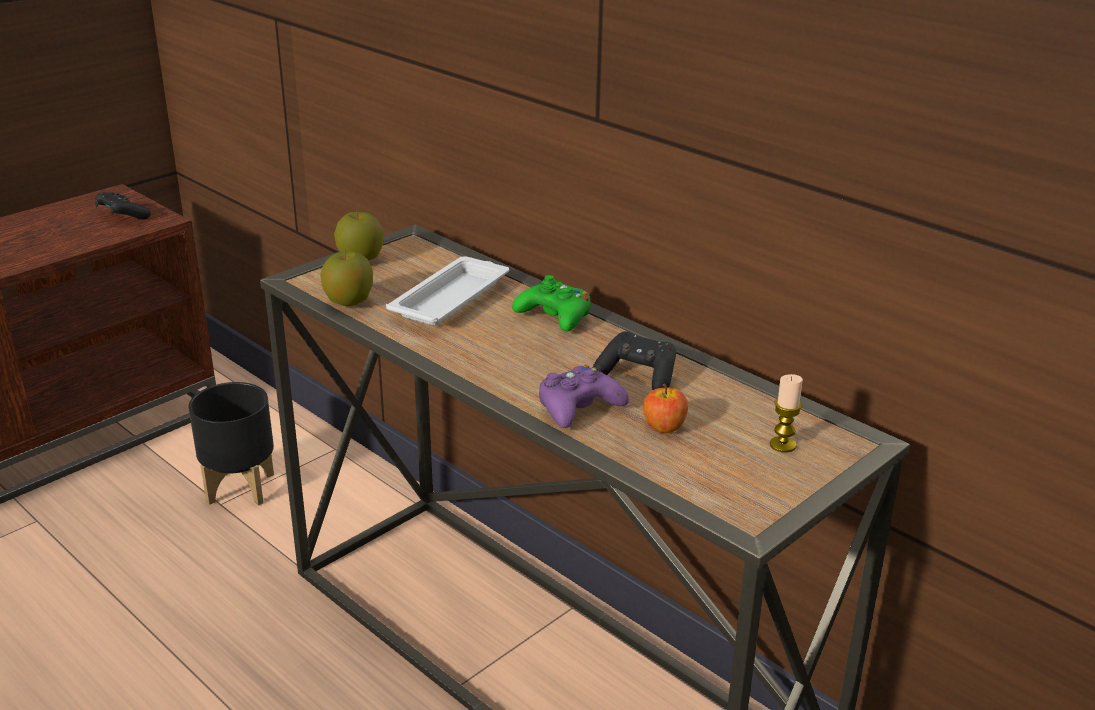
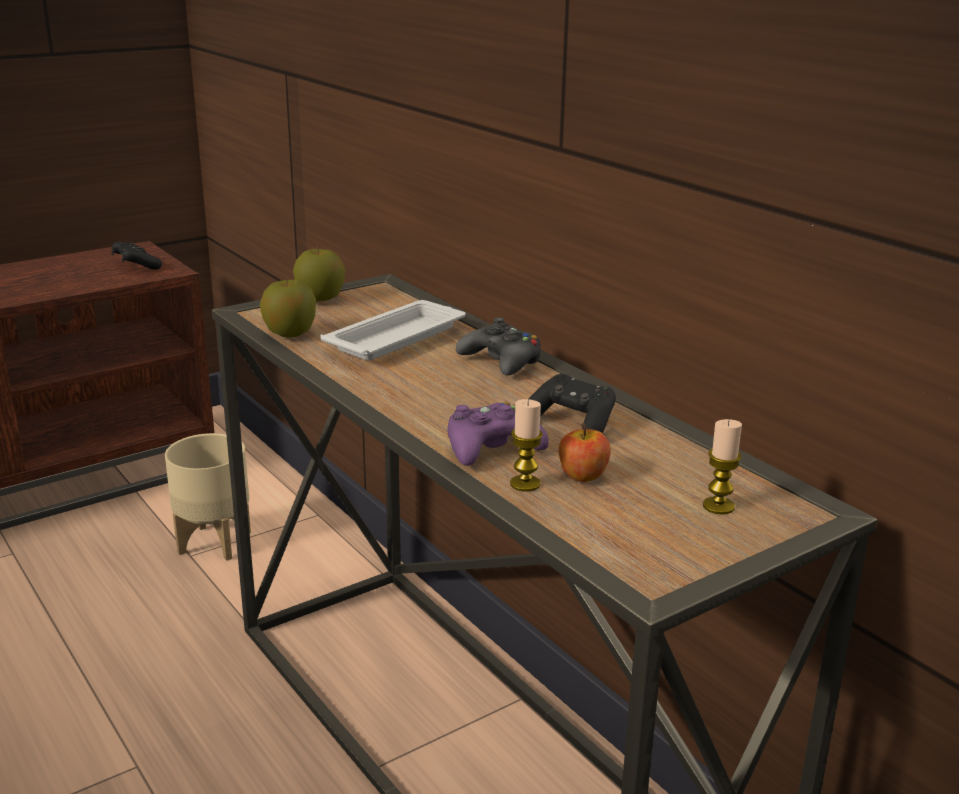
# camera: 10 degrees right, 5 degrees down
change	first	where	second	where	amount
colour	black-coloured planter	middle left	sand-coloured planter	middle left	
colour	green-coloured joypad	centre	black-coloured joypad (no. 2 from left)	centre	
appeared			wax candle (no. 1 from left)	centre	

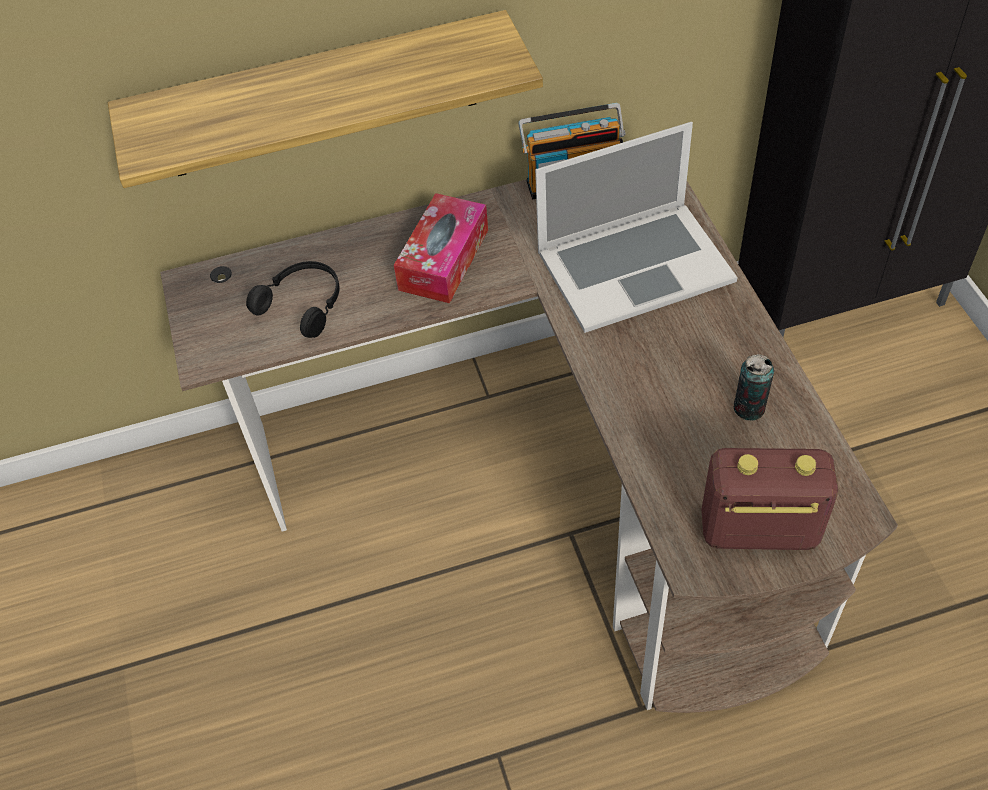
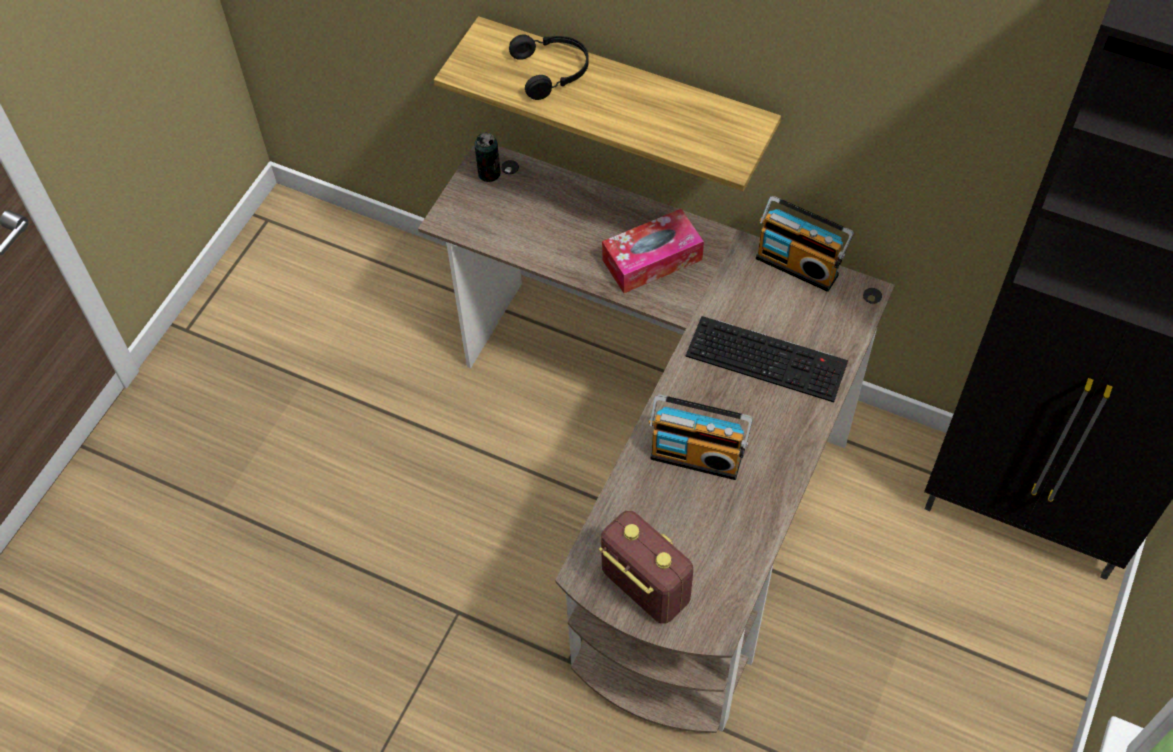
# camera: 40 degrees right, 5 degrees up
change	first	where	second	where	amount
relocated	sealed can	middle right		top centre	
relocated	black-coloured pair of headphones	middle left		top centre	
appeared			radio set (no. 2 from left)	centre	
exchanged	portable computer	top centre	PC keyboard	centre	

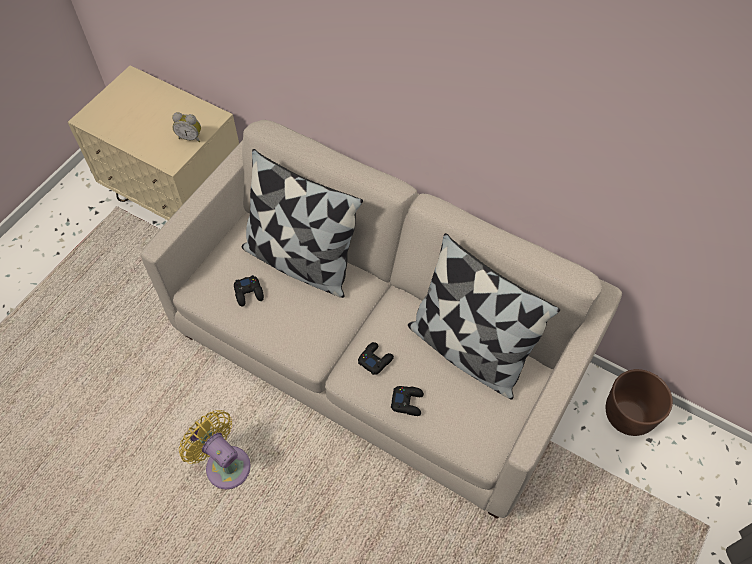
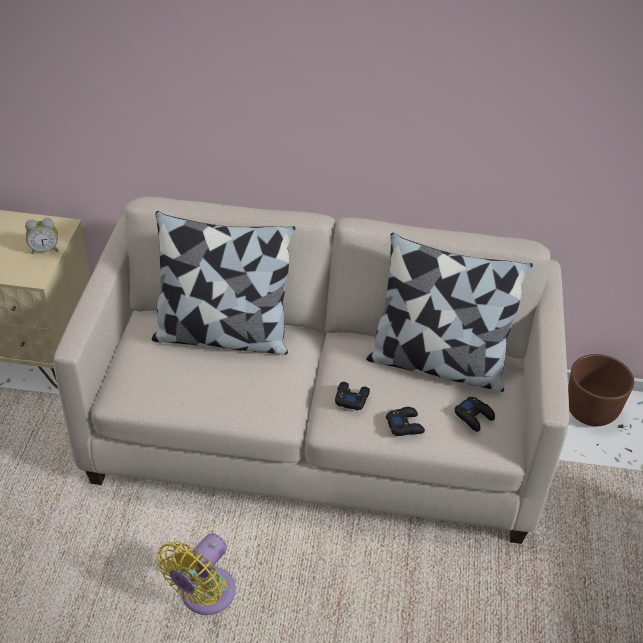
# camera: 25 degrees left, 15 degrees down
change	first	where	second	where	amount
spun	yellowish cooling fan	bottom left		bottom left	75 degrees counterclockwise
relocated	black-coloured joypad (no. 1 from left in the first image)	middle left	black-coloured joypad (no. 3 from left)	middle right	

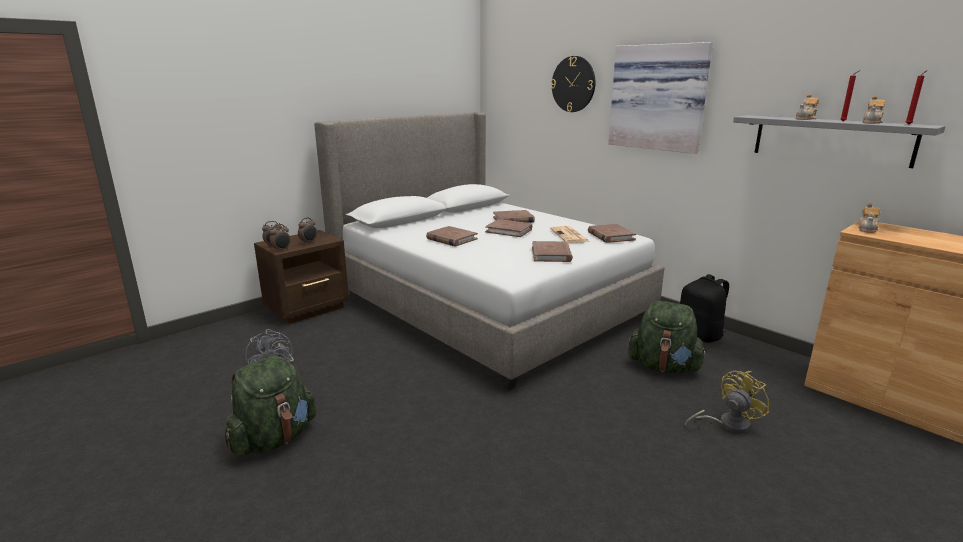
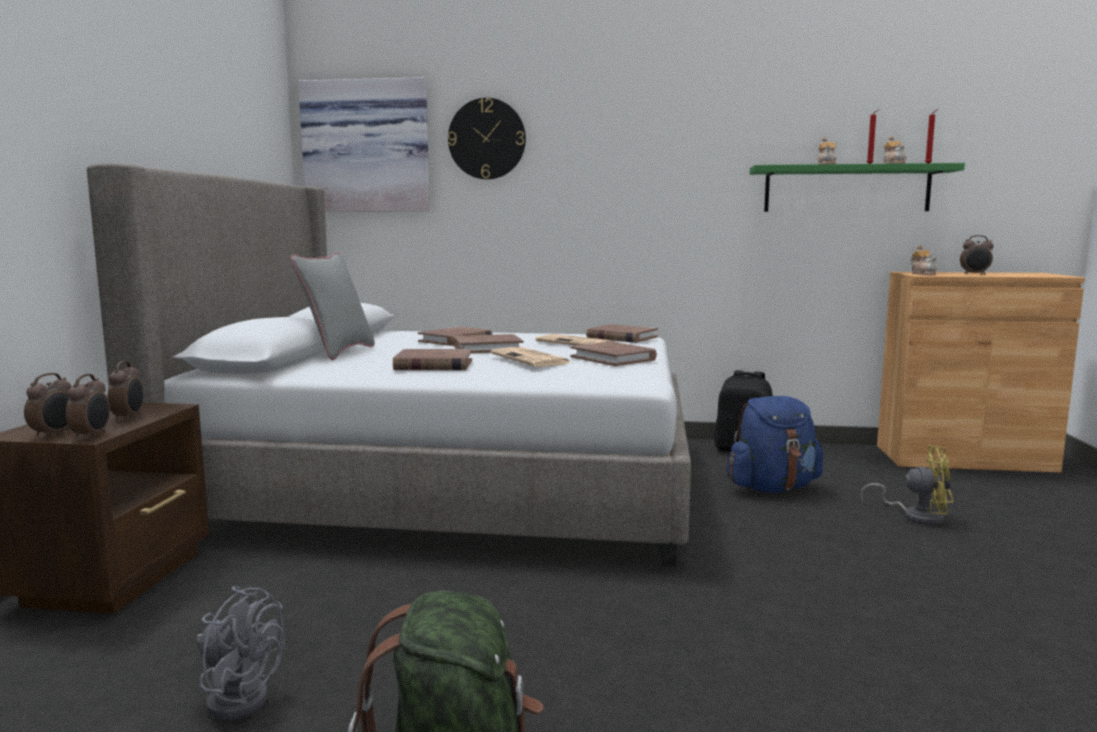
# camera: 40 degrees left, 10 degrees down
change	first	where	second	where	amount
appeared			gray pillow	middle left	
relocated	wall art	top right		top left	
appeared			printed paper (no. 1 from left)	centre	
colour	green-coloured rucksack (no. 2 from left)	middle right	blue rucksack	middle right	
colour	gray shelf	top right	green-coloured shelf	top right	
spun	yellowish cooling fan	bottom right		middle right	90 degrees clockwise
appeared			bedside clock (no. 4 from left)	middle right	

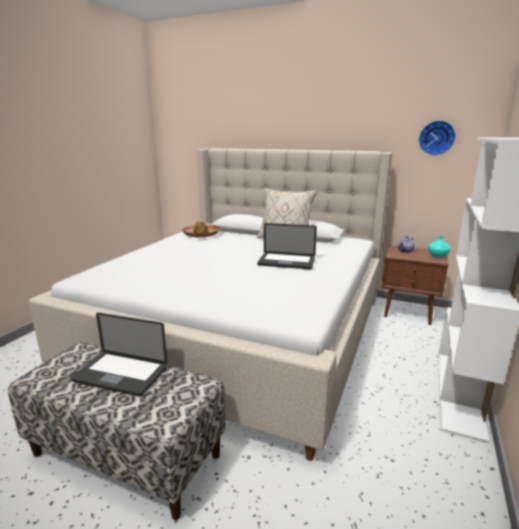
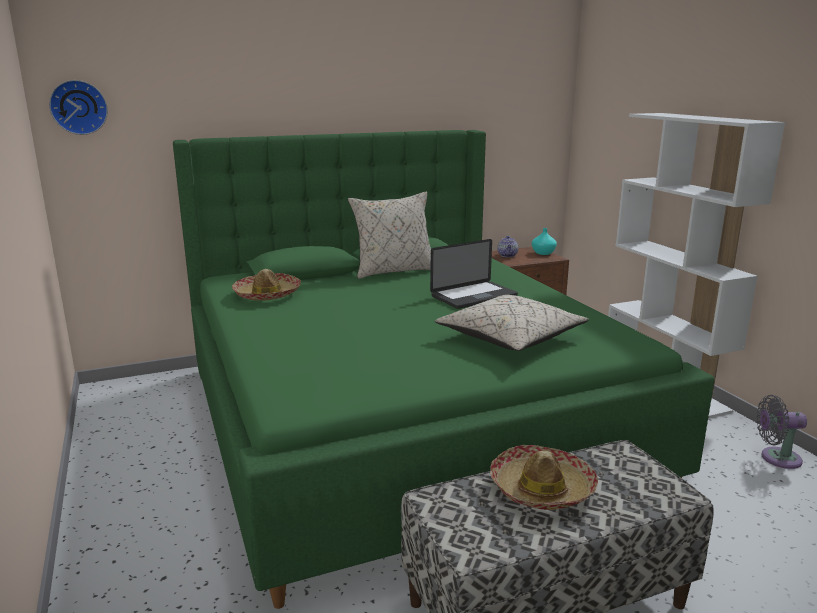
# camera: 45 degrees left, 0 degrees up
change	first	where	second	where	amount
relocated	hanging clock	top right		top left	
colour	sand-coloured sleeping bed	centre	green-coloured sleeping bed	centre	
appeared			sand-coloured pillow (no. 2 from left)	centre	
exchanged	portable computer (no. 1 from left)	bottom left	wearable hat (no. 2 from left)	bottom centre	
appeared			gray cooling fan	bottom right	

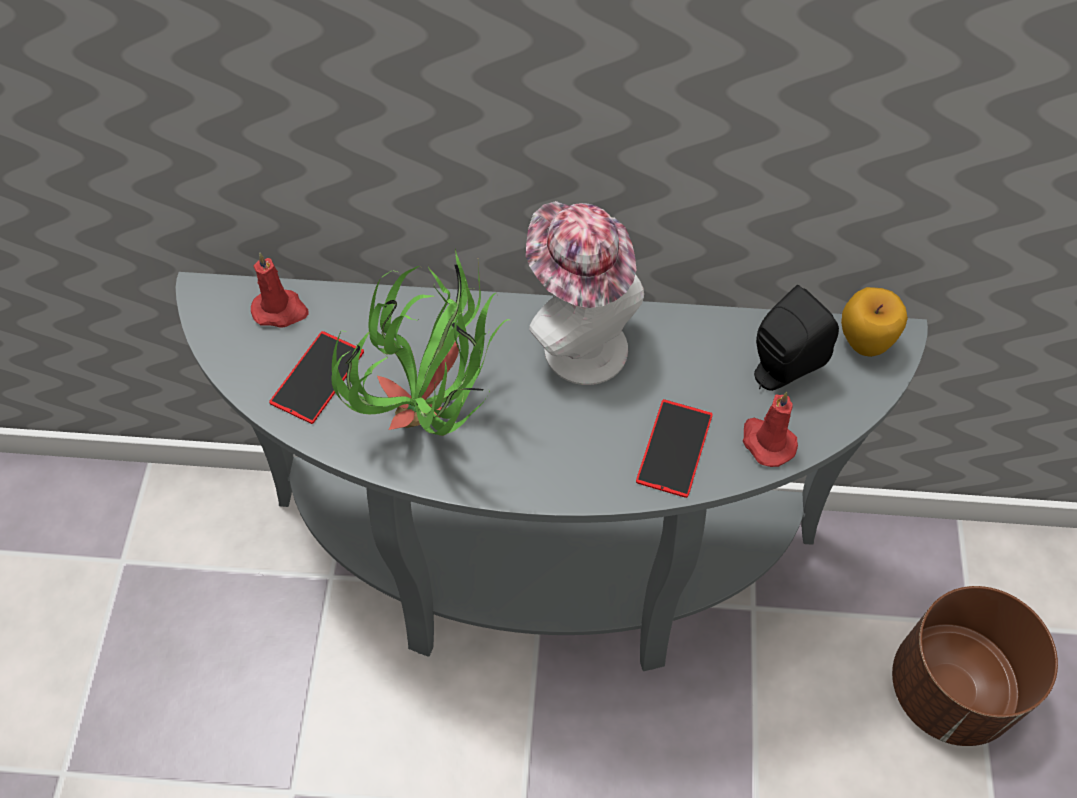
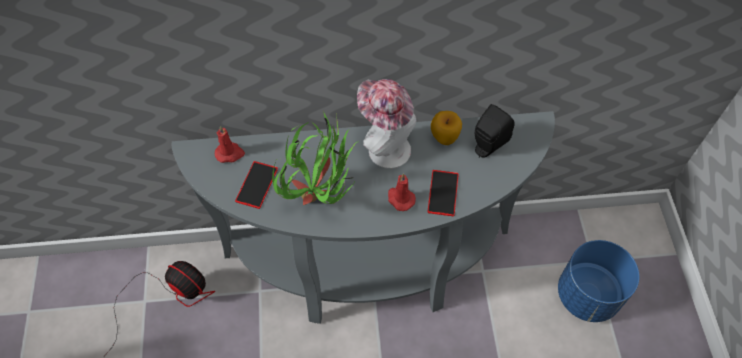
# camera: 10 degrees left, 0 degrees up
change	first	where	second	where	amount
appeared			cooling fan	bottom left	
relocated	reddish wax candle (no. 2 from left)	middle right		centre	
relocated	whole apple	middle right		centre	
colour	brown planter	bottom right	blue planter	bottom right	

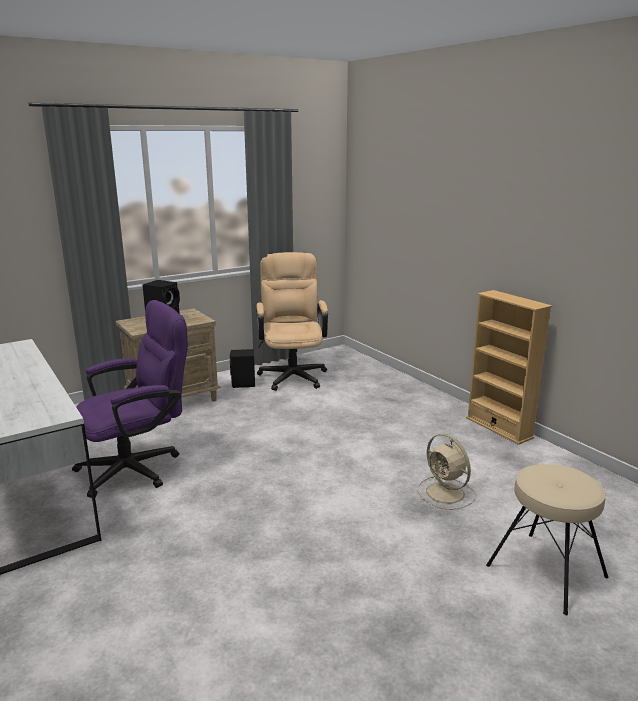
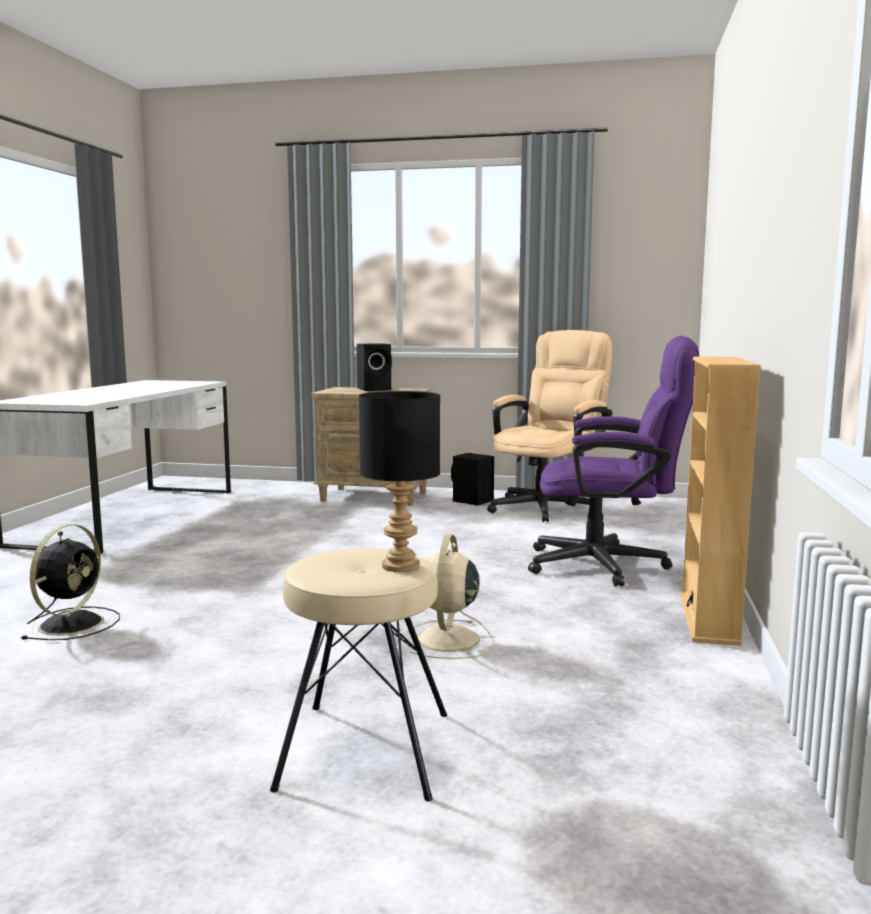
# camera: 45 degrees right, 10 degrees down
change	first	where	second	where	amount
appeared			black-coloured cooling fan	middle left	
appeared			black-coloured lamp for a table	centre	
relocated	purple office chair	middle left		middle right	

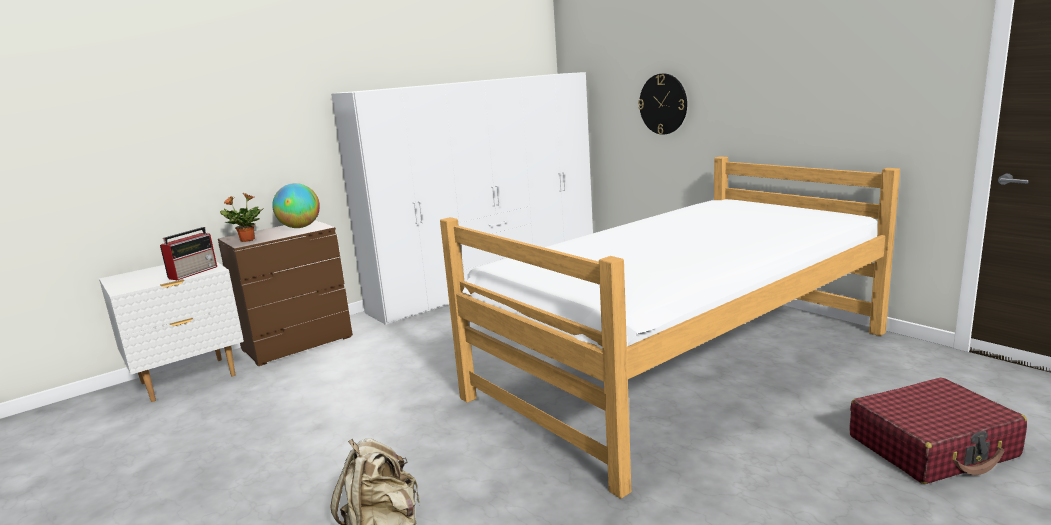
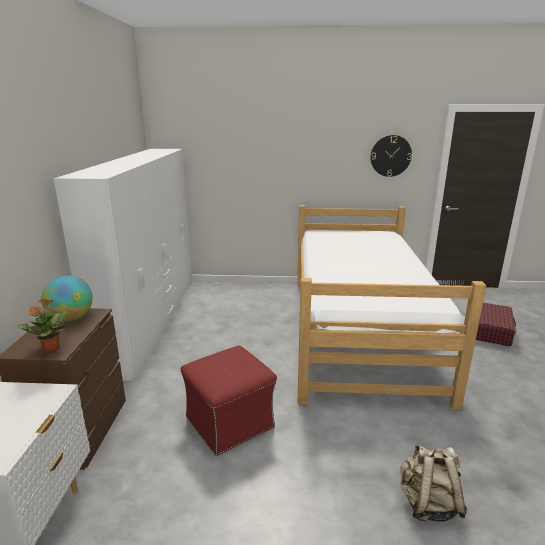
# camera: 50 degrees left, 5 degrees up
change	first	where	second	where	amount
appeared			reddish pouffe	bottom centre	
relocated	hanging clock	top centre		top right	
missing	radio set	middle left			

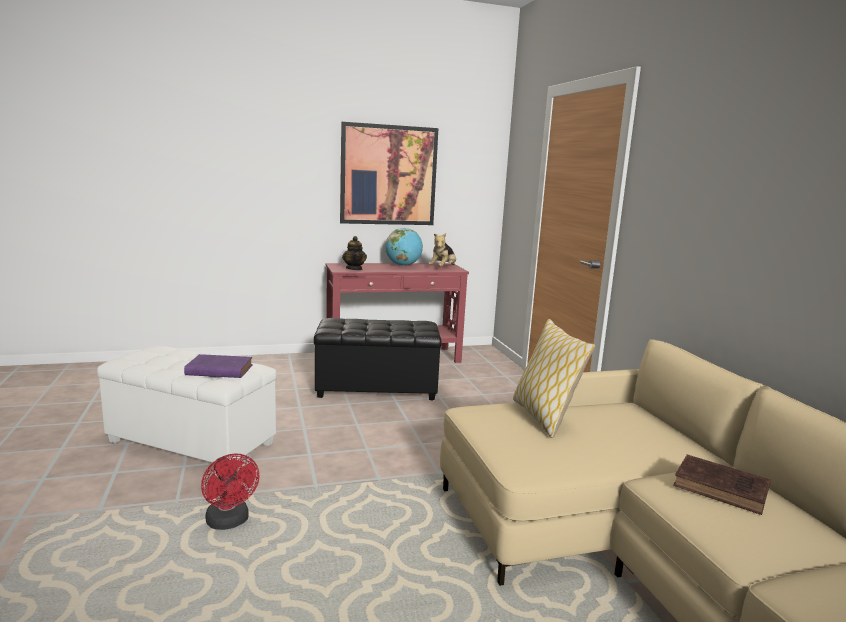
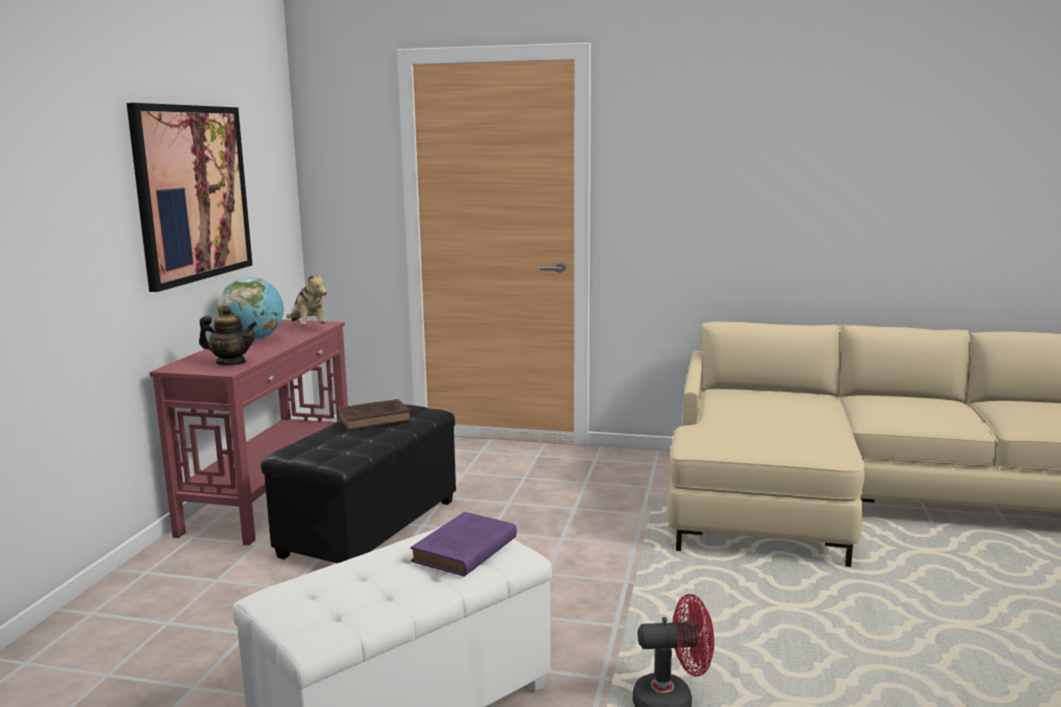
# camera: 60 degrees left, 0 degrees up
change	first	where	second	where	amount
relocated	brown bound book	bottom right		centre	
missing	pillow	centre			

